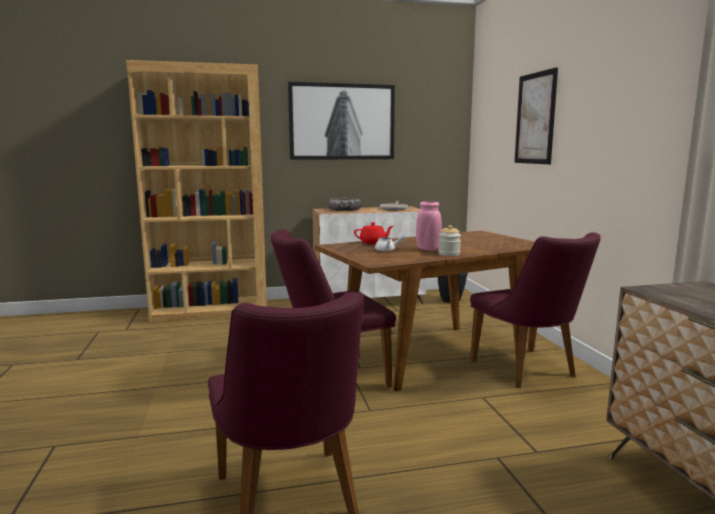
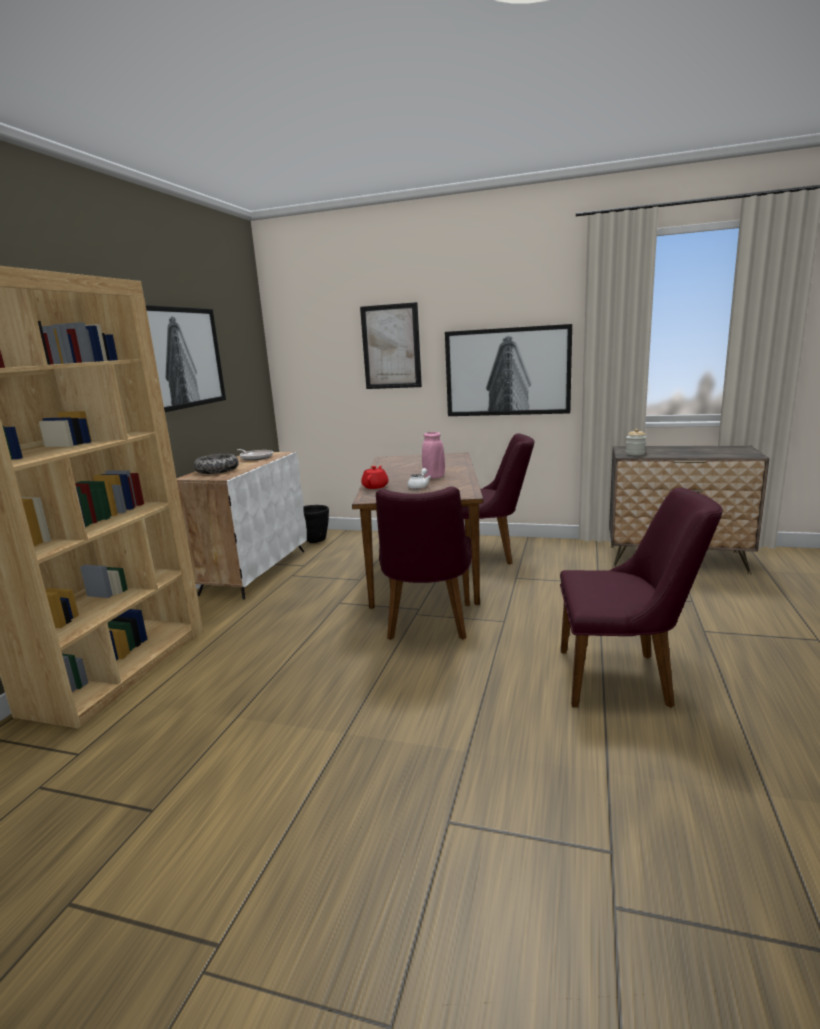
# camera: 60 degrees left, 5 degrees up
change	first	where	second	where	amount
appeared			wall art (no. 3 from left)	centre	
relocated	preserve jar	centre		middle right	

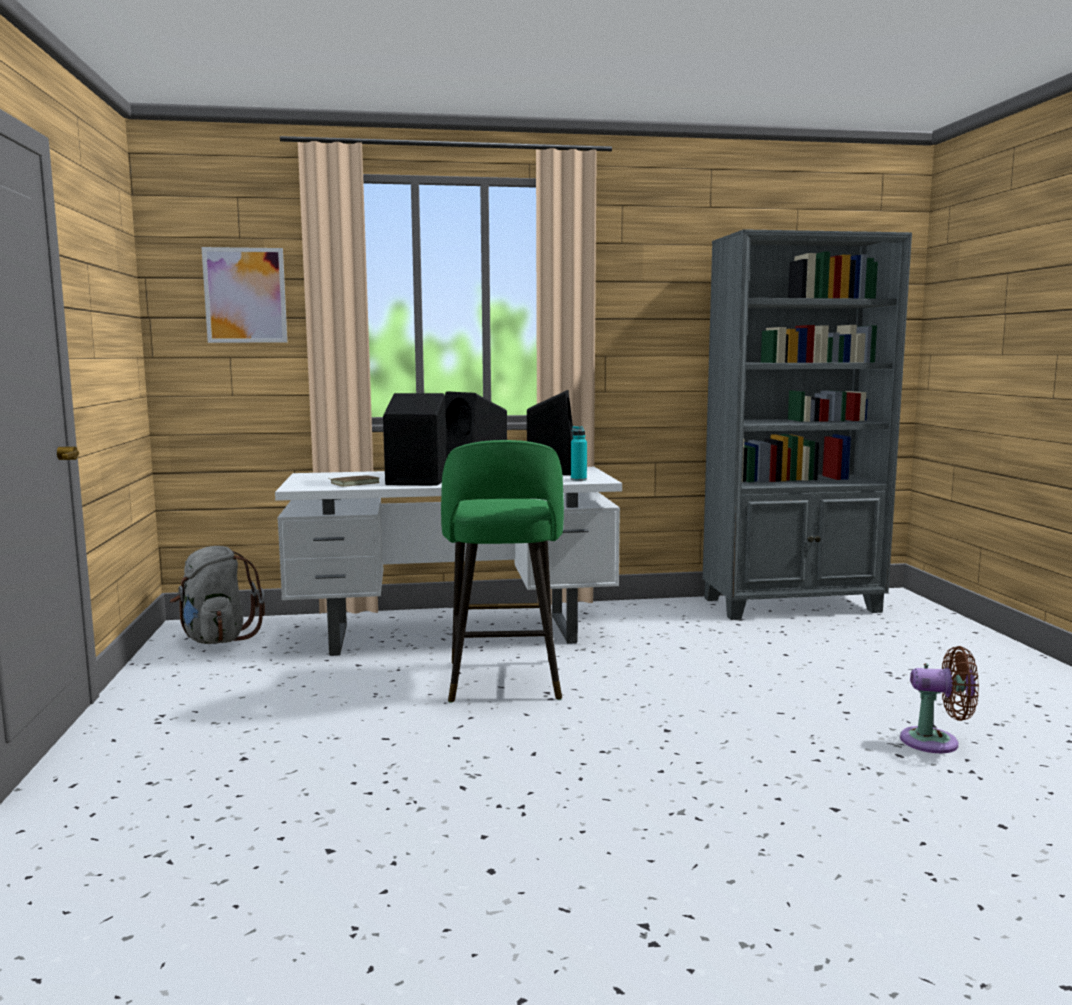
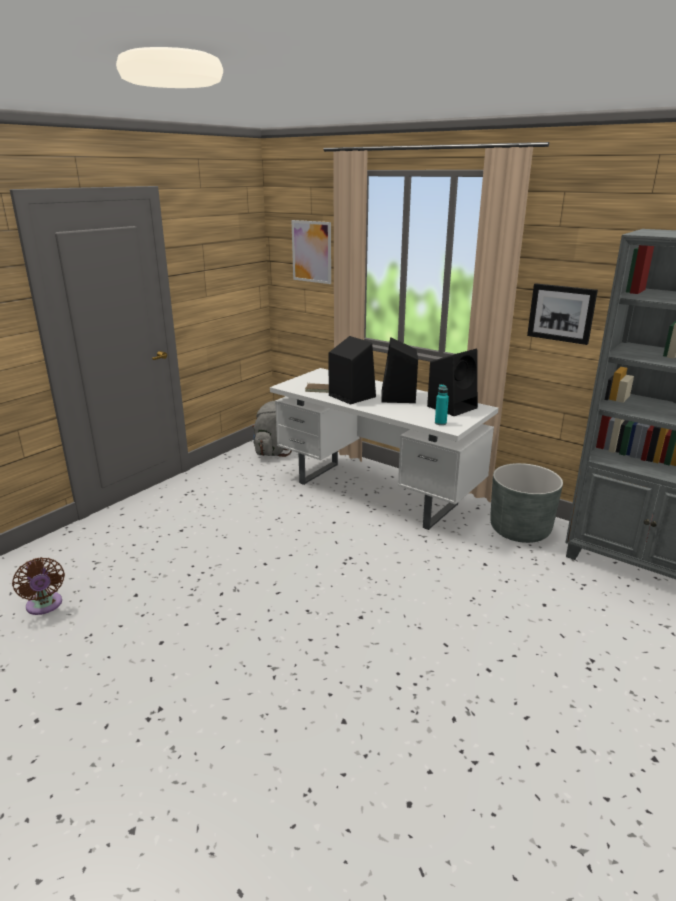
# camera: 45 degrees right, 15 degrees up
change	first	where	second	where	amount
relocated	brown cooling fan	bottom right		middle left	
appeared			gray planter	middle right	
appeared			wall art (no. 2 from left)	middle right	
missing	green-coloured sitting stool	centre			

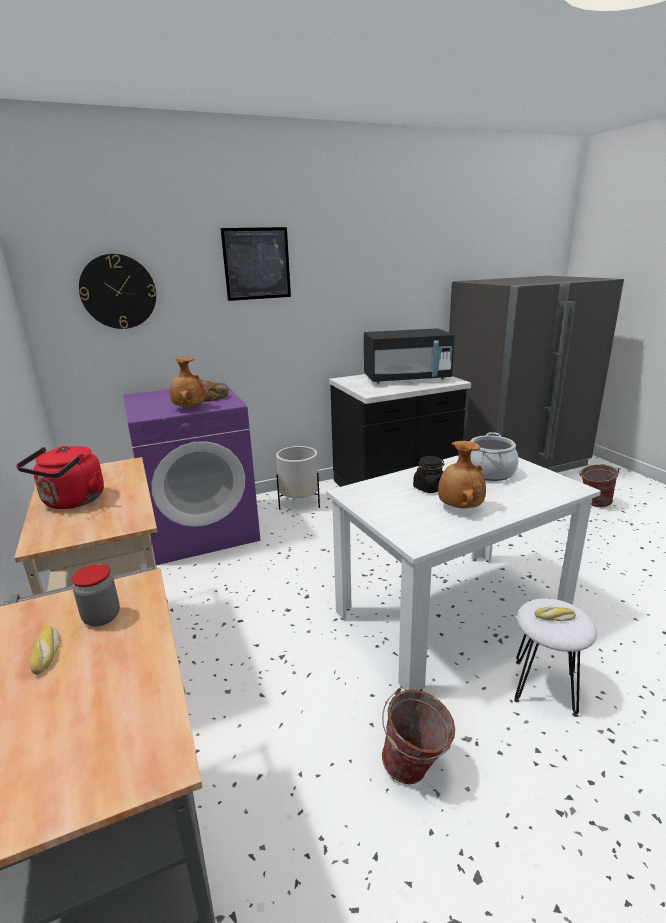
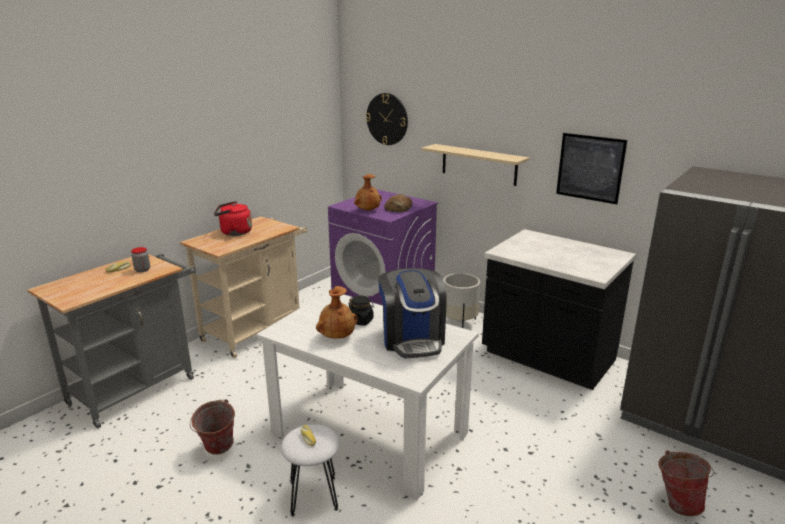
# camera: 60 degrees right, 0 degrees up
change	first	where	second	where	amount
exchanged	cooking pot	middle right	coffee maker	centre	
appeared			sand-coloured shelf	top centre	
relocated	wall art	top centre		top right	
missing	black-coloured kitchen microwave	centre			

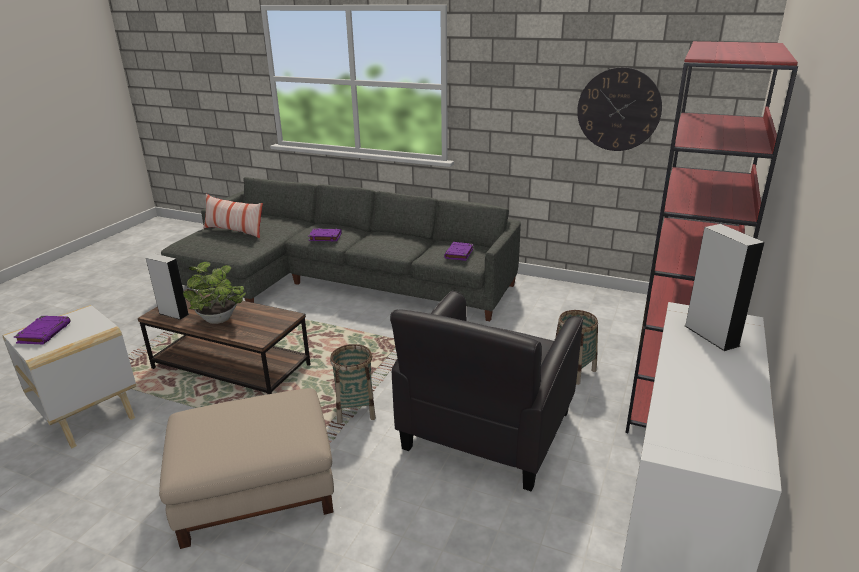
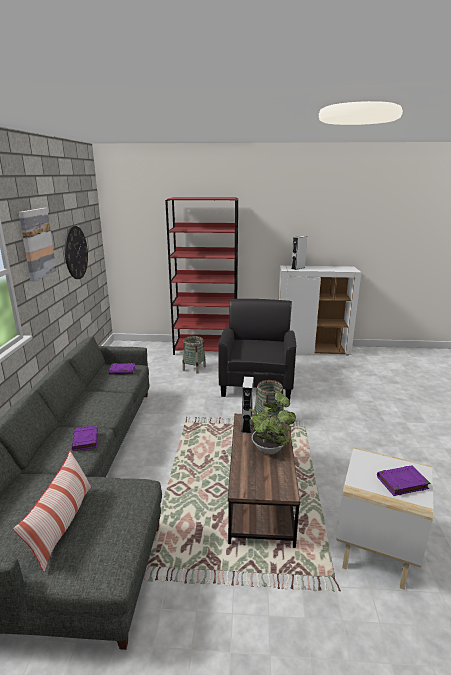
# camera: 110 degrees left, 5 degrees down
change	first	where	second	where	amount
appeared			wall art	middle left	
spun	black-coloured easy chair	bottom centre		centre	90 degrees counterclockwise
relocated	gray loudspeaker (no. 1 from left)	middle left		centre	
missing	sand-coloured pouffe	bottom left			

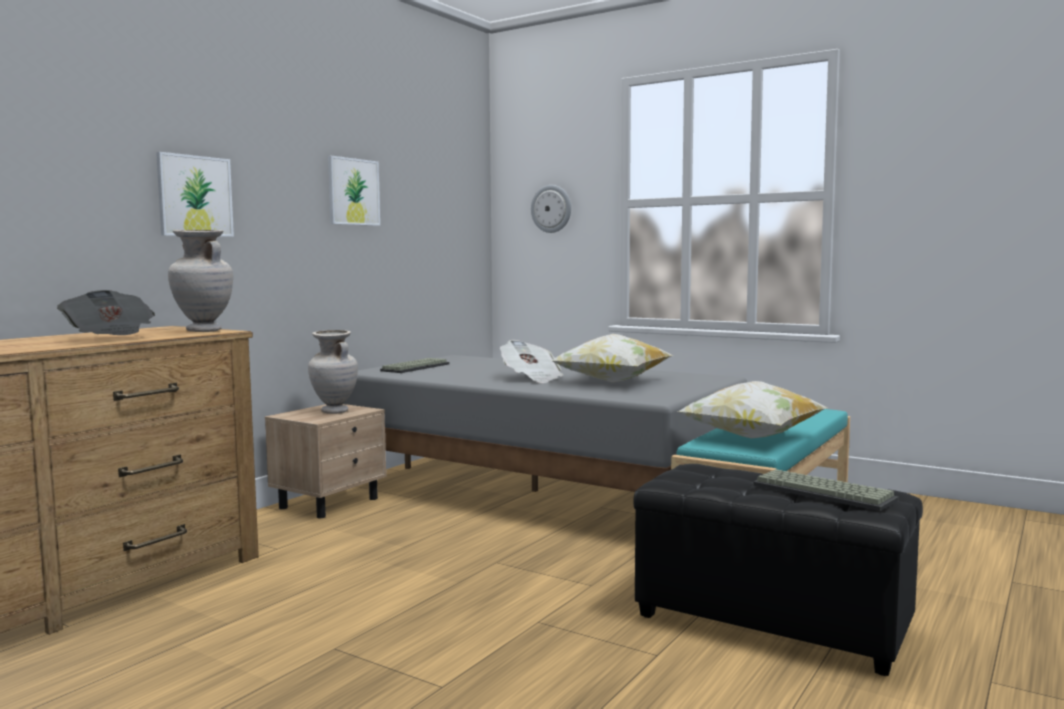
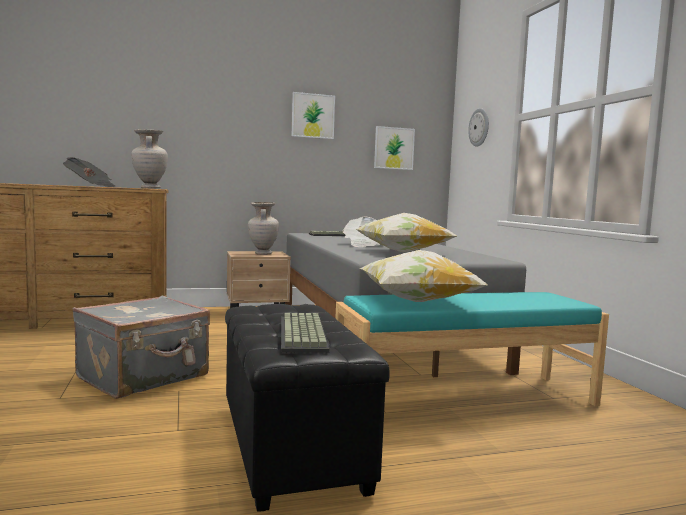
# camera: 40 degrees right, 0 degrees up
change	first	where	second	where	amount
appeared			gray piece of luggage	bottom left	
relocated	wall art (no. 1 from left in the first image)	top left	wall art (no. 2 from left)	top centre	

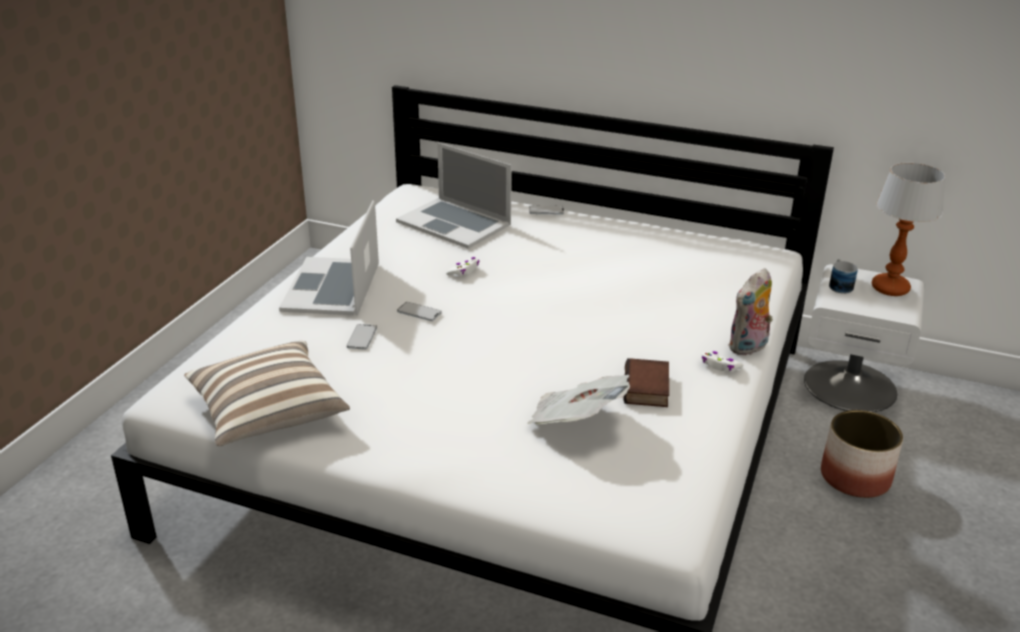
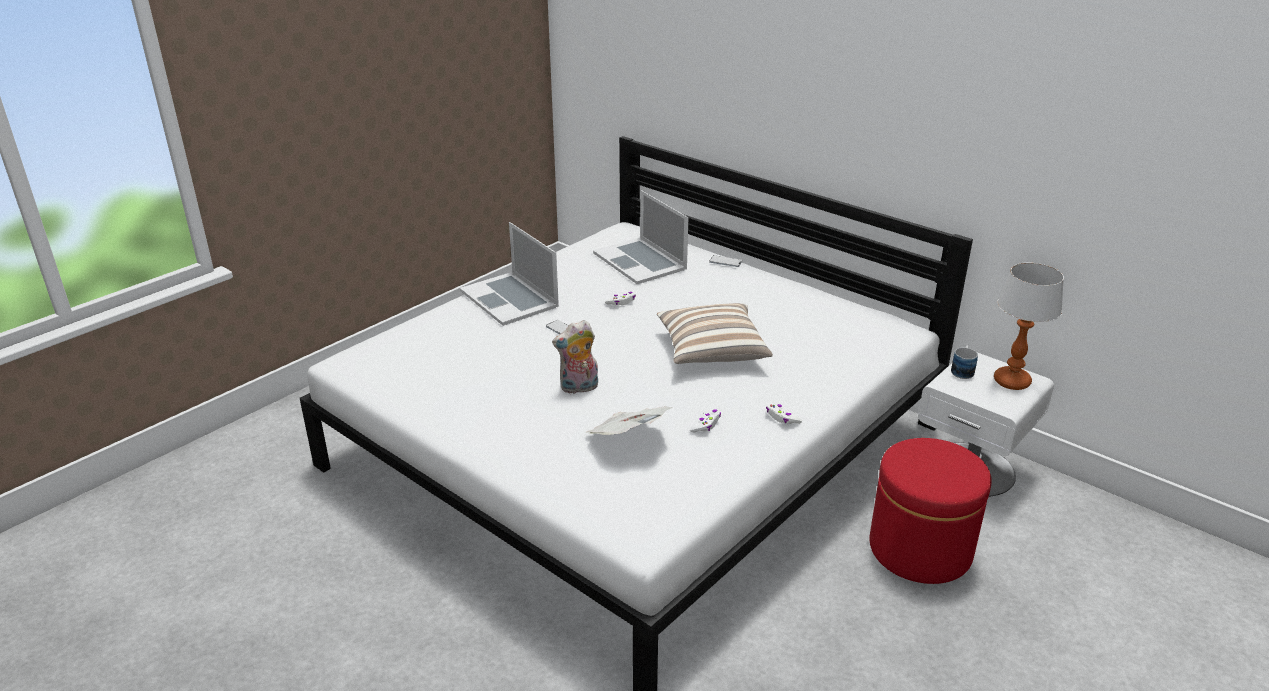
# camera: 20 degrees right, 0 degrees up
change	first	where	second	where	amount
spun	portable computer (no. 1 from left)	middle left		centre	60 degrees counterclockwise
relocated	plush toy	middle right		centre	
relocated	pillow	middle left		centre	
exchanged	bound book	centre	white-coloured joypad (no. 2 from left)	centre	
exchanged	planter	bottom right	reddish pouffe	bottom right	
missing	telephone (no. 1 from left)	centre			

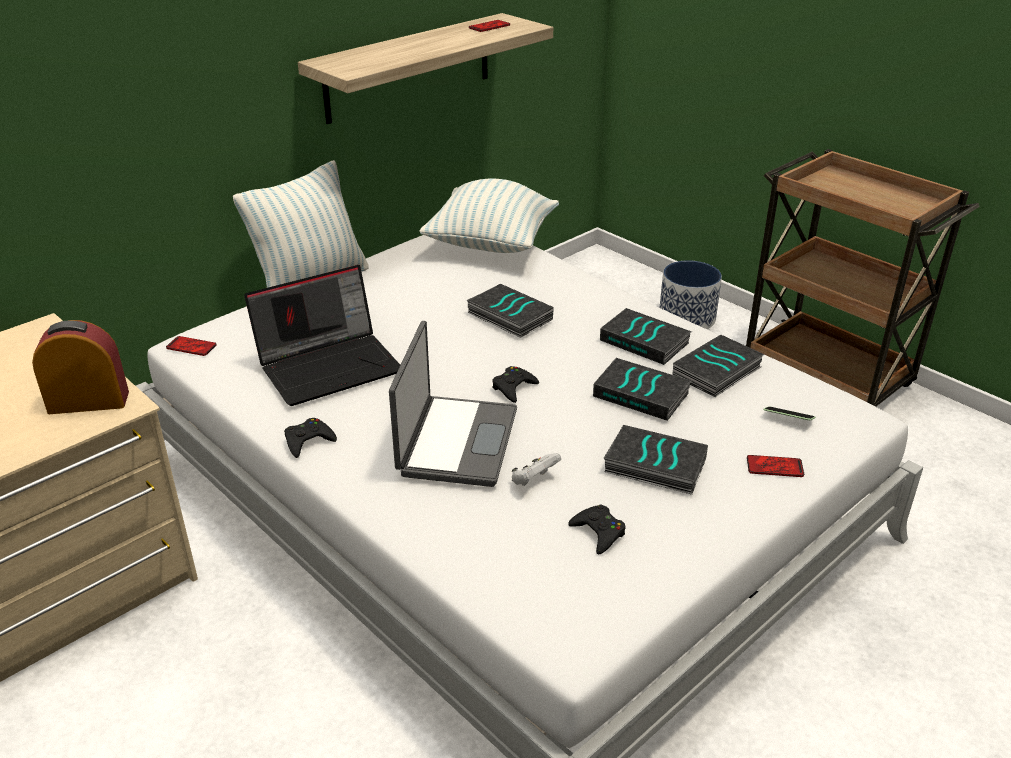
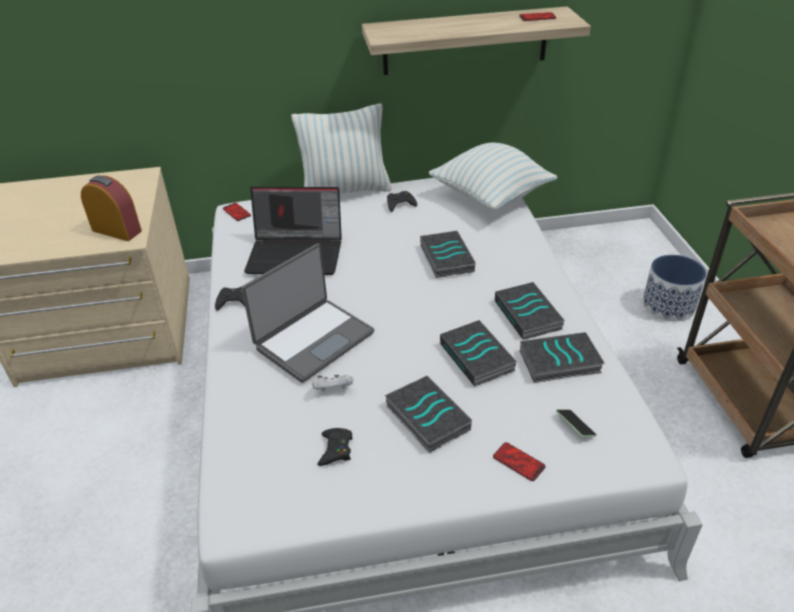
# camera: 35 degrees right, 5 degrees up
change	first	where	second	where	amount
relocated	black-coloured joypad (no. 2 from left in the first image)	centre	black-coloured joypad (no. 3 from left)	top centre	

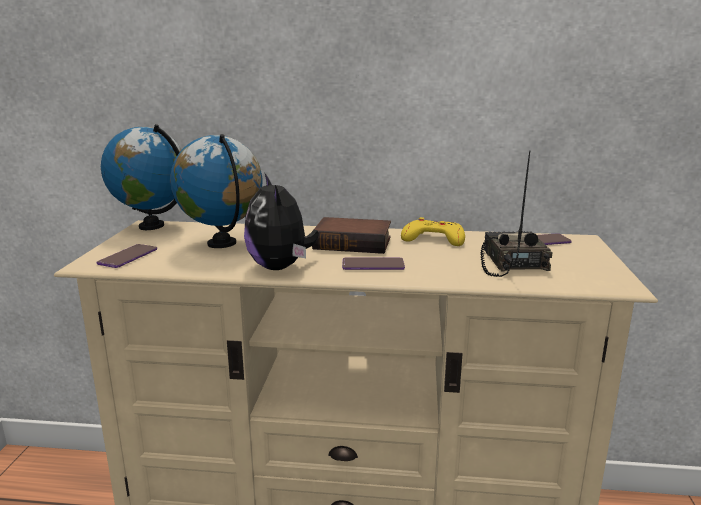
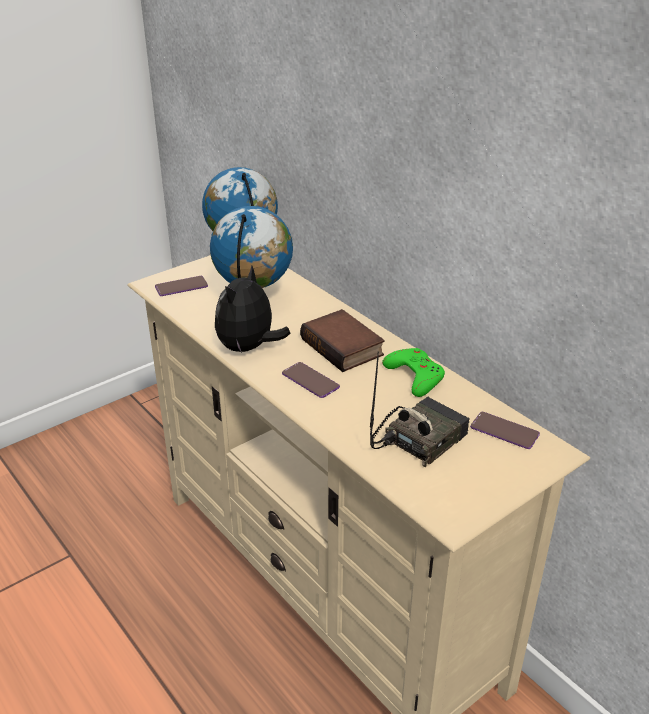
# camera: 45 degrees right, 15 degrees up
change	first	where	second	where	amount
colour	yellowish joypad	centre	green-coloured joypad	centre	

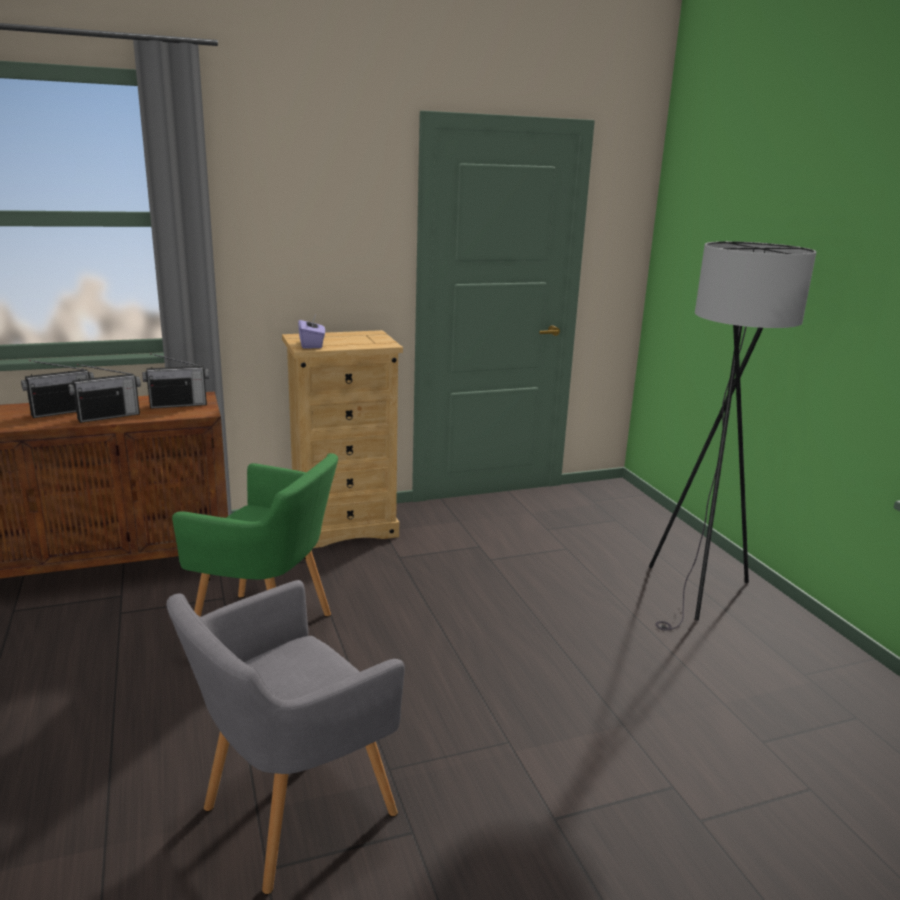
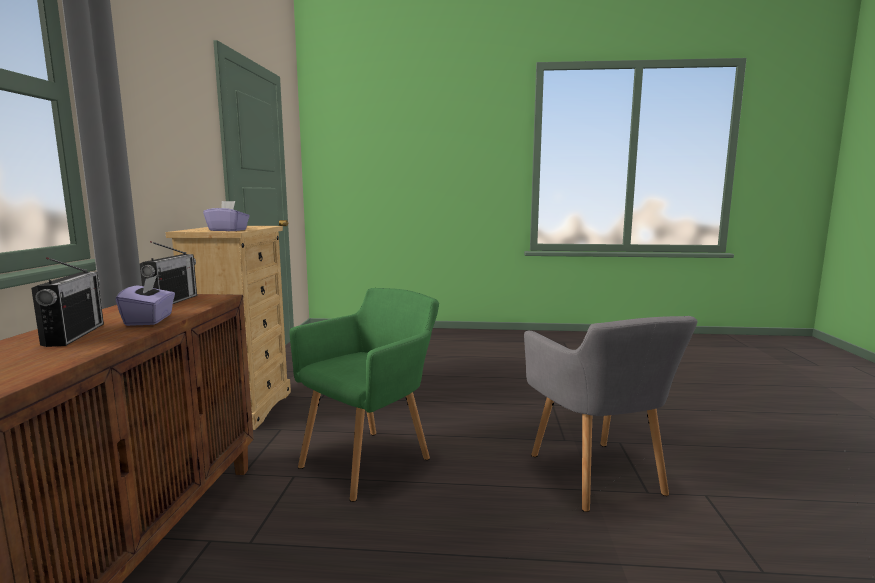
# camera: 65 degrees left, 10 degrees down
change	first	where	second	where	amount
exchanged	radio set (no. 2 from left)	middle left	purple tissue box (no. 1 from left)	middle left	
missing	gray standard lamp	middle right			

